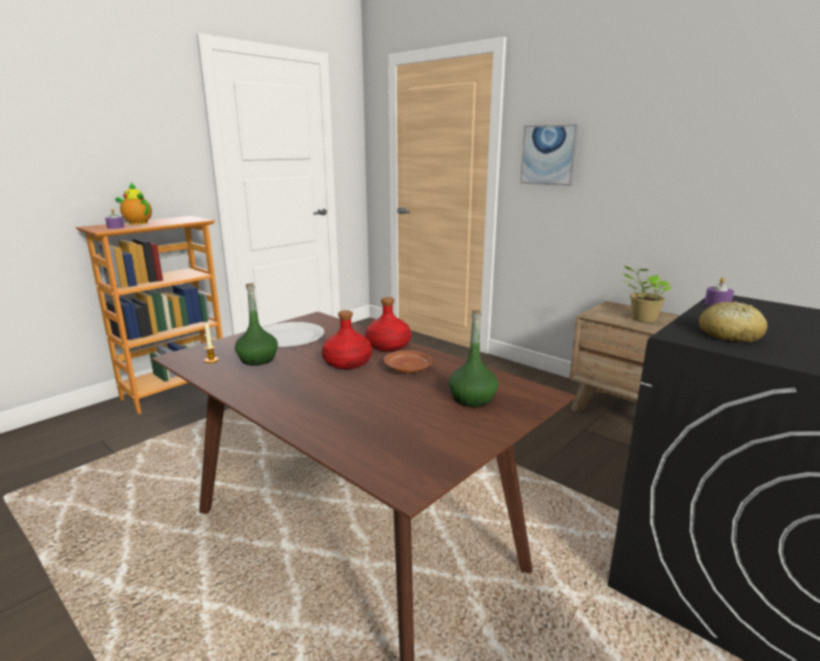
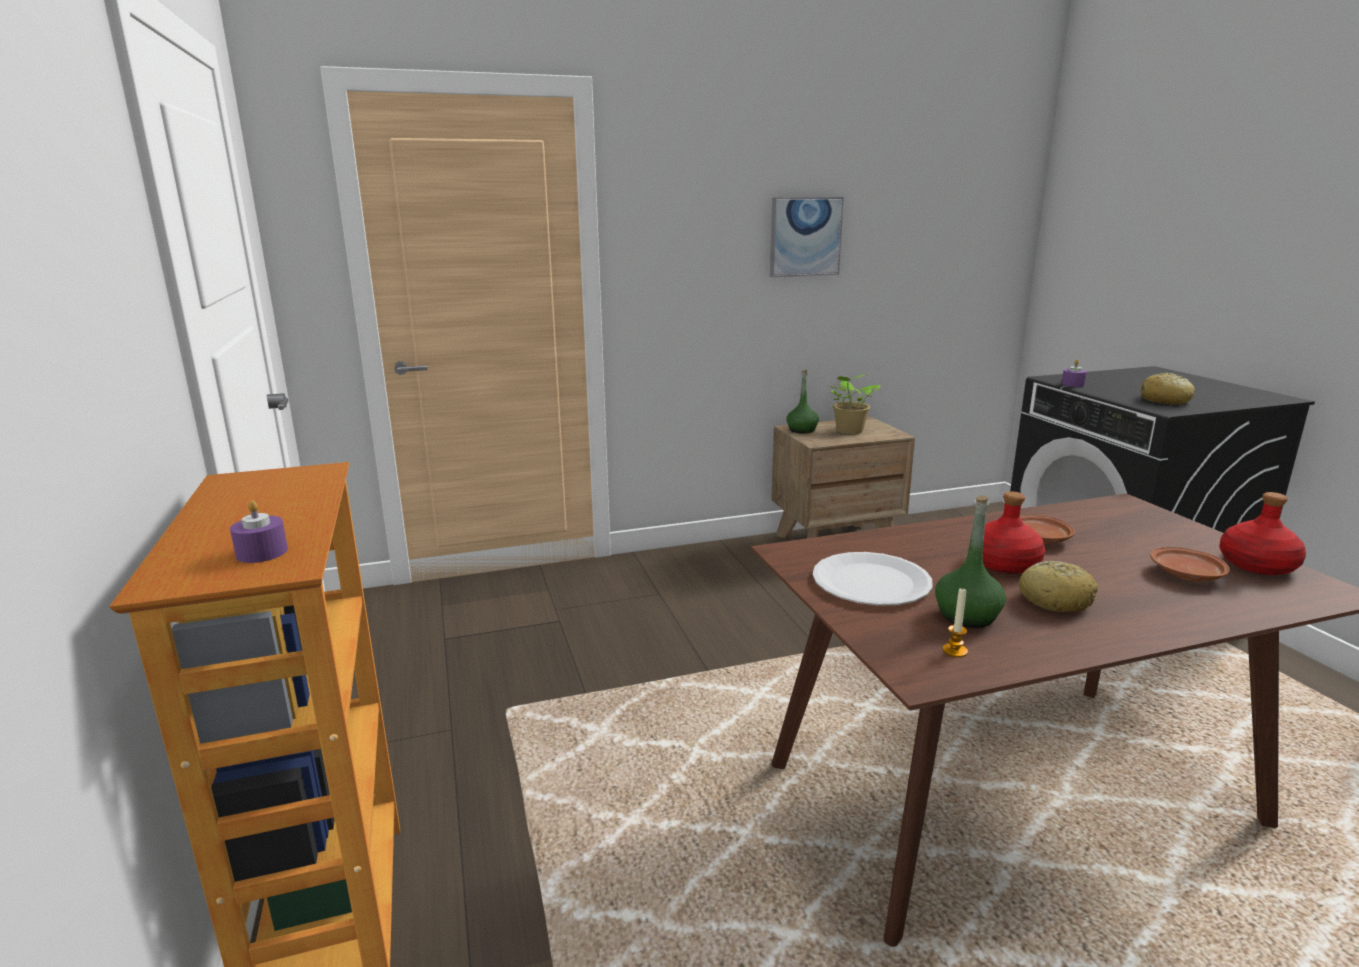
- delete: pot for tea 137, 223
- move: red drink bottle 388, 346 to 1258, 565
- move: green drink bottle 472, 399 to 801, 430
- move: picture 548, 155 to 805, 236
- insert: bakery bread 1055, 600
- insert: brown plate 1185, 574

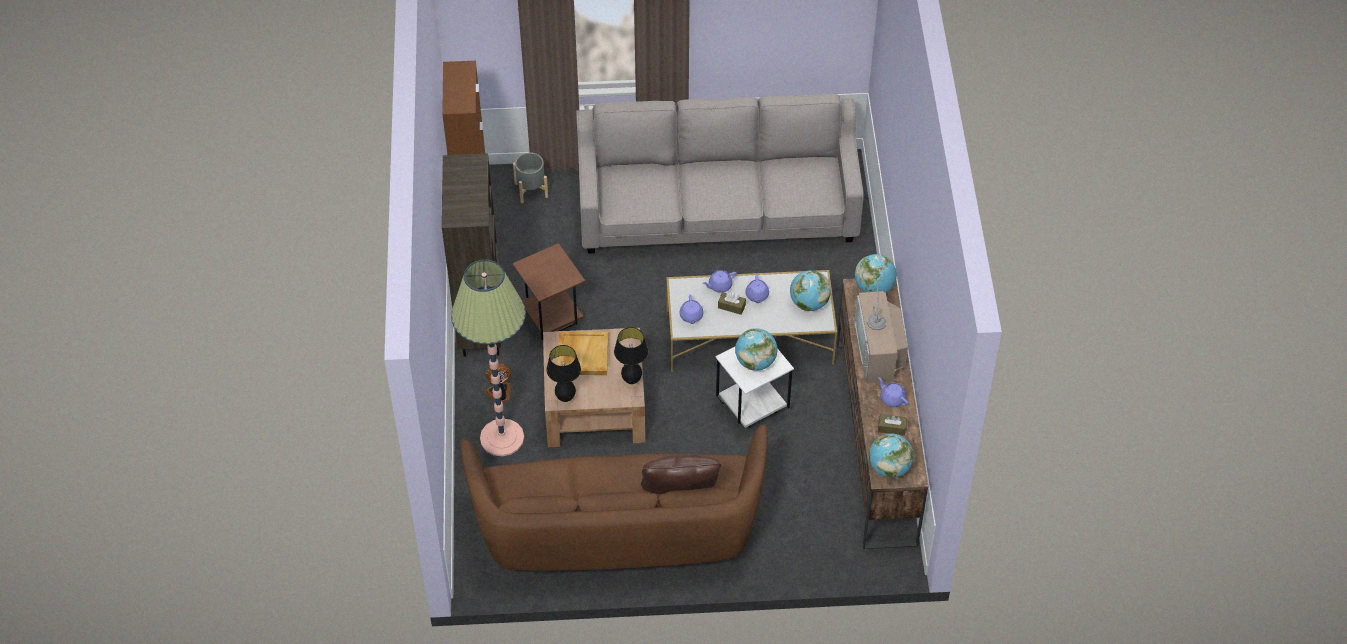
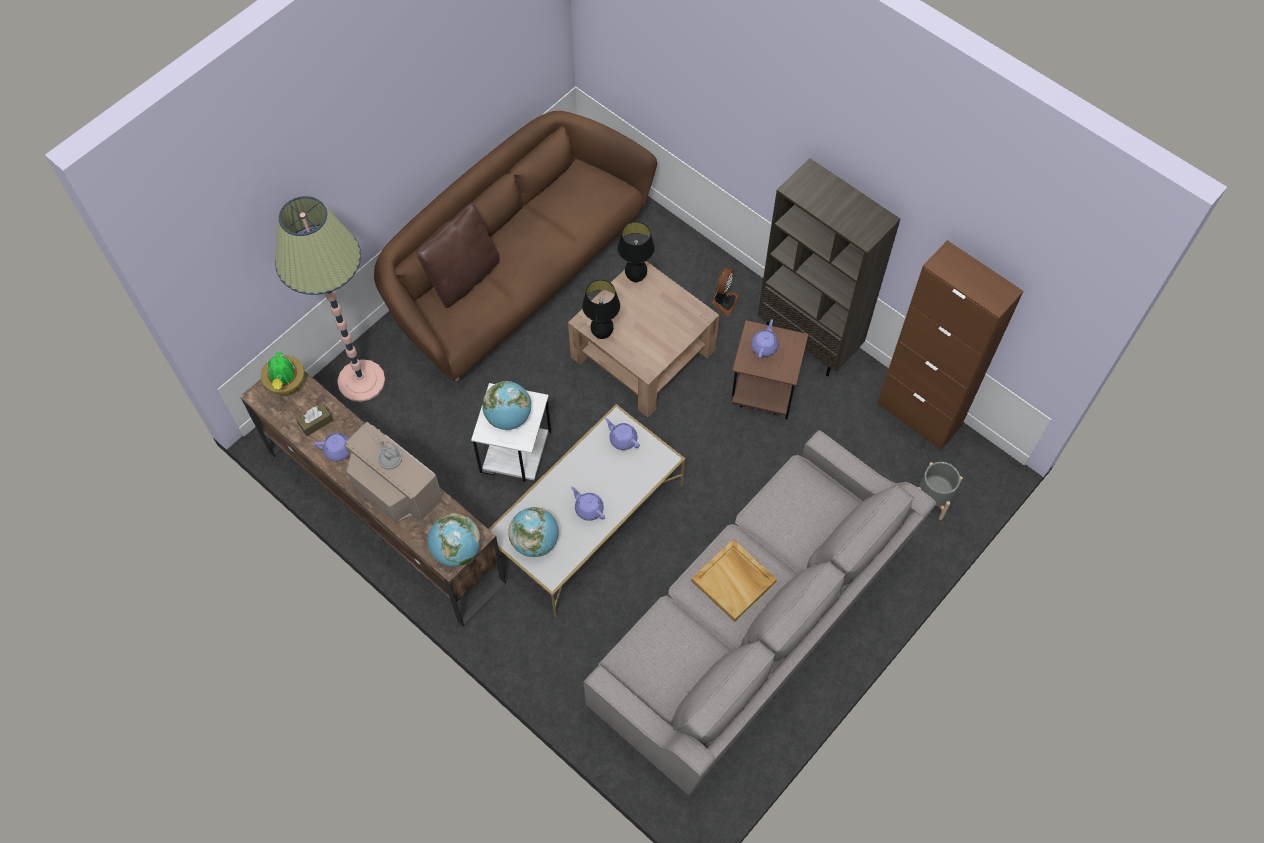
- move: standing lamp 502, 438 to 361, 381
- move: beige serving tray 582, 354 to 734, 581
- move: purple-coloured pot for tea 719, 286 to 764, 346
- delete: brown box of tissues 731, 306
- replace: world globe 889, 468 to houseplant 287, 385

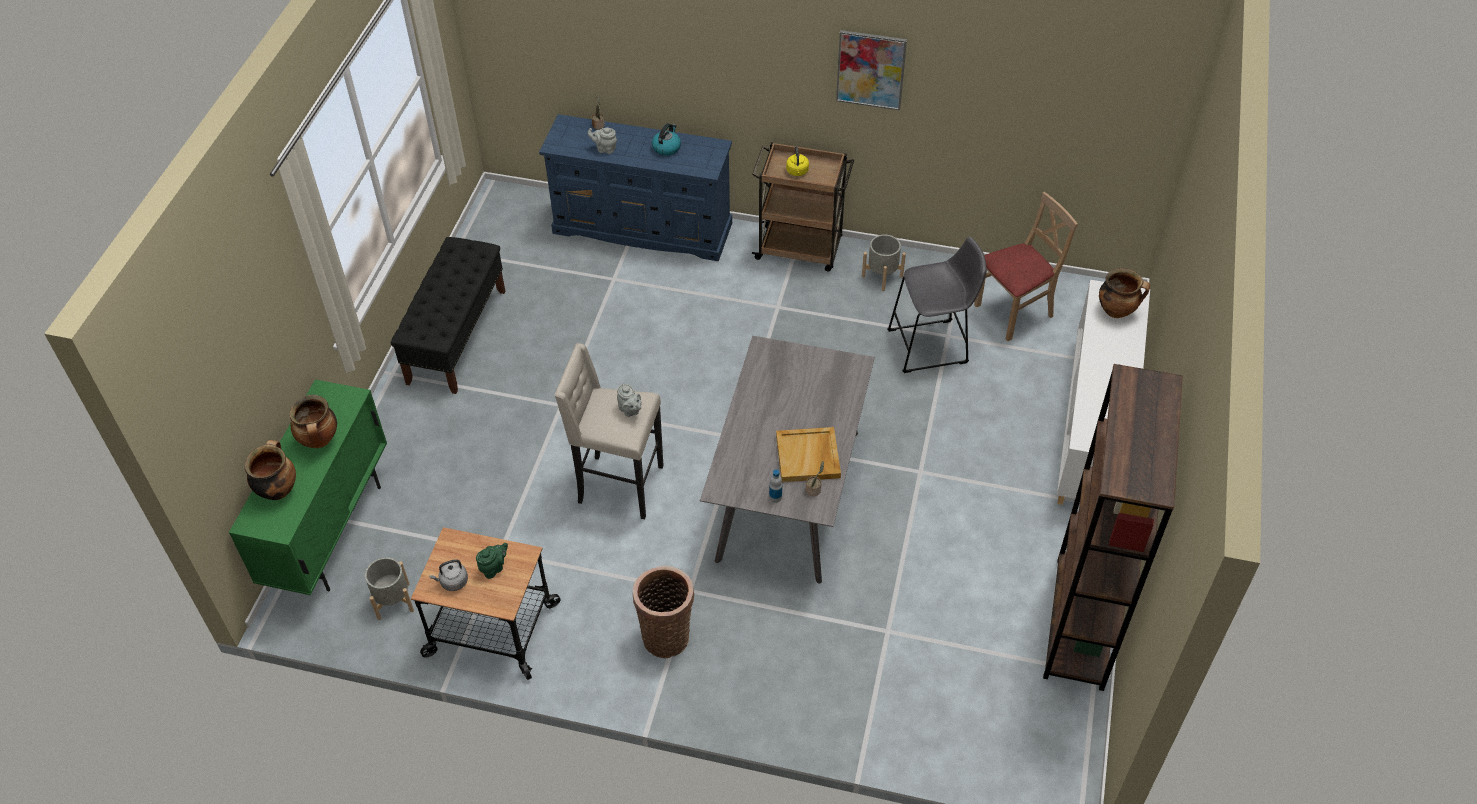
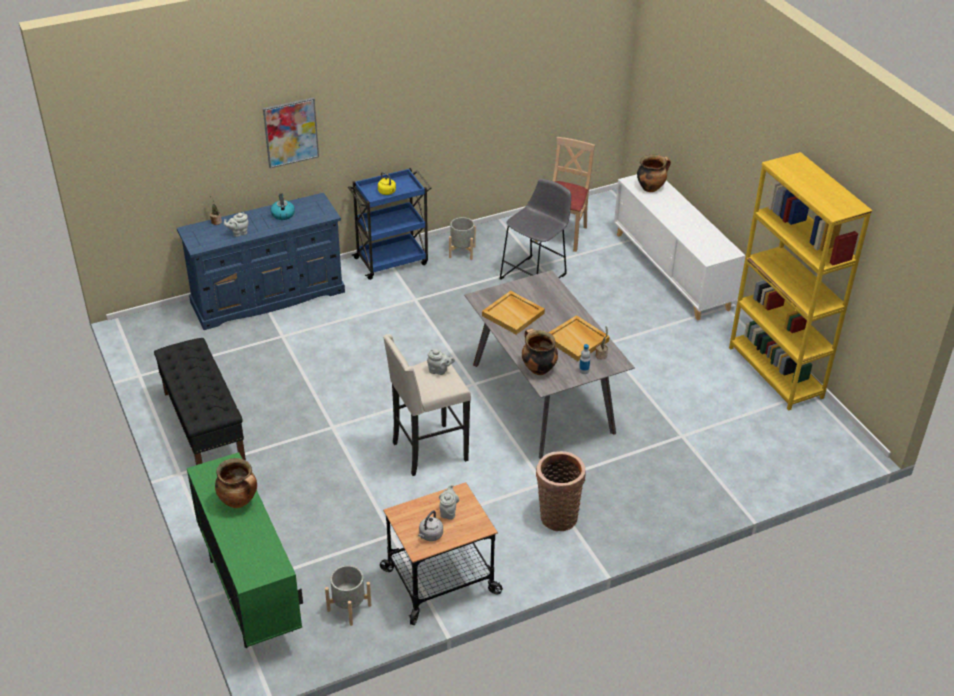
- move: stockpot 277, 489 to 538, 369
- recolor: green pot for tea 494, 568 to greyish pot for tea 448, 511
- recolor: brown cart 800, 249 to bluish cart 392, 260
- move: picture 871, 69 to 291, 132
- recolor: brown bookcase 1079, 623 to yellow bookcase 775, 372
- insert: beige serving tray 513, 314

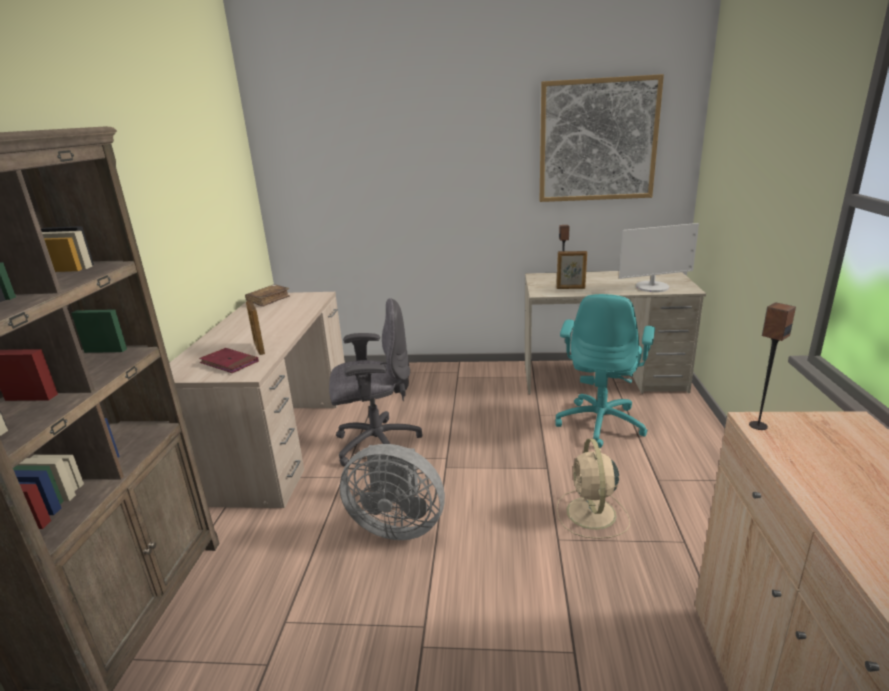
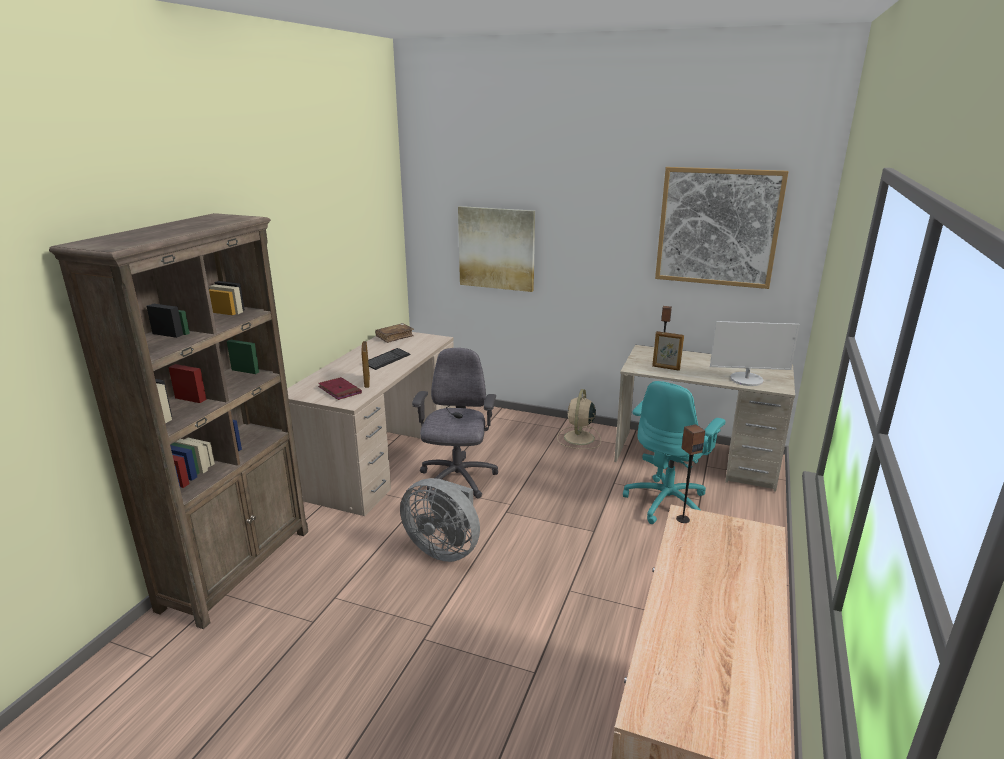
- rotate: greyish desk chair 376, 444 = 457, 480 90 degrees counterclockwise
- move: beige fan 591, 514 to 578, 438
- insert: PC keyboard 387, 360
- insert: picture 496, 248

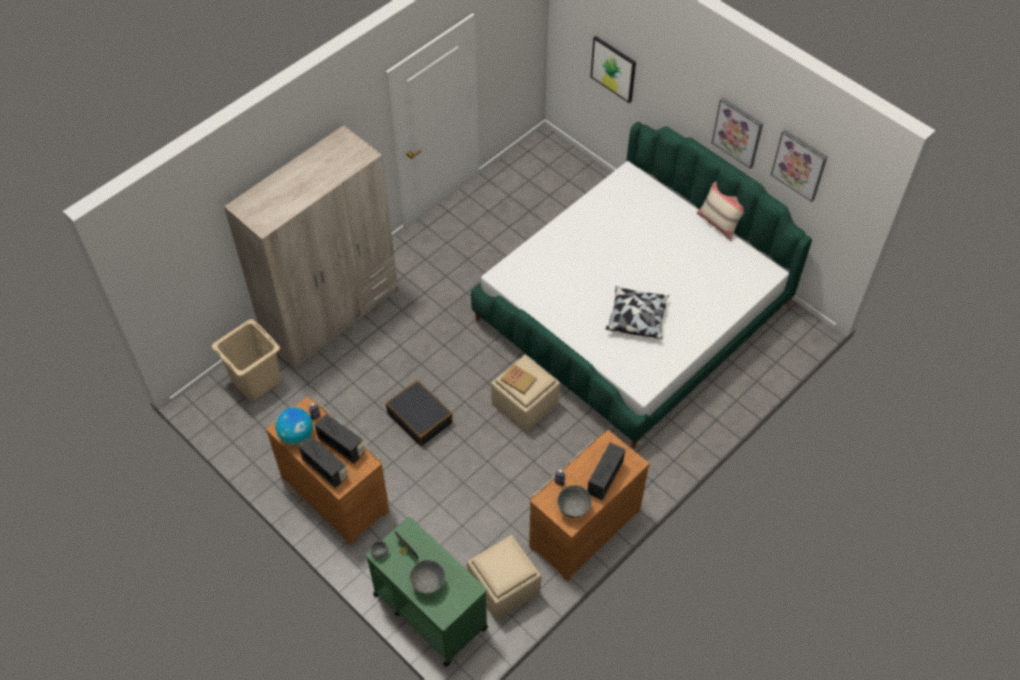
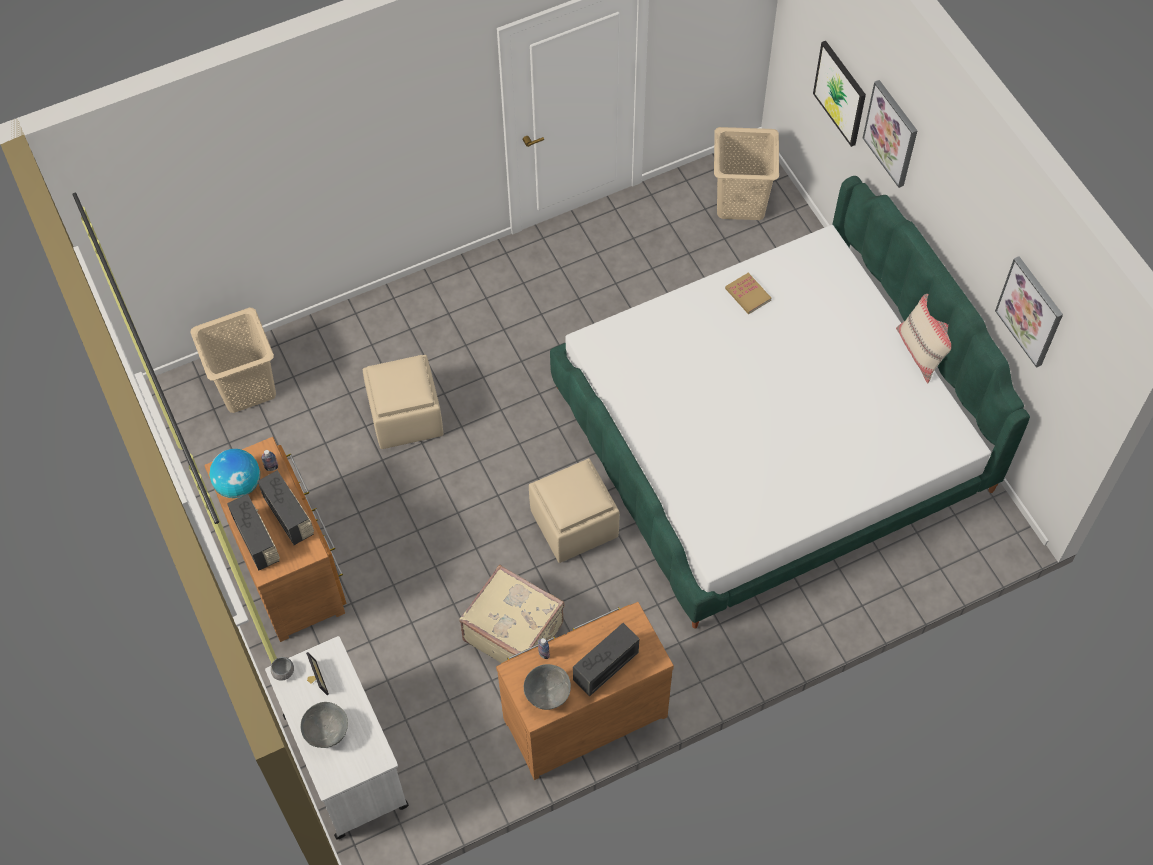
- delete: beige armoire 332, 314
- recolor: green cart 429, 610 to white-coloured cart 345, 759
- delete: black-coloured piece of luggage 420, 418
- move: beige ottoman 503, 587 to 405, 416
- move: bound book 518, 380 to 748, 294
- delete: pillow 636, 318
- move: picture 737, 132 to 891, 133
- insert: beige piece of luggage 514, 630
- insert: beige laundry basket 740, 201

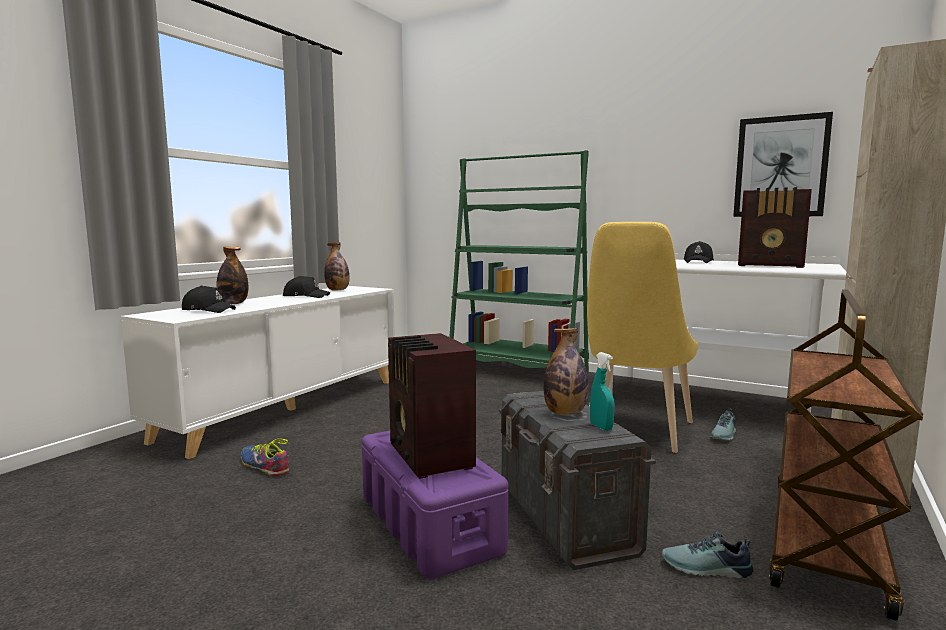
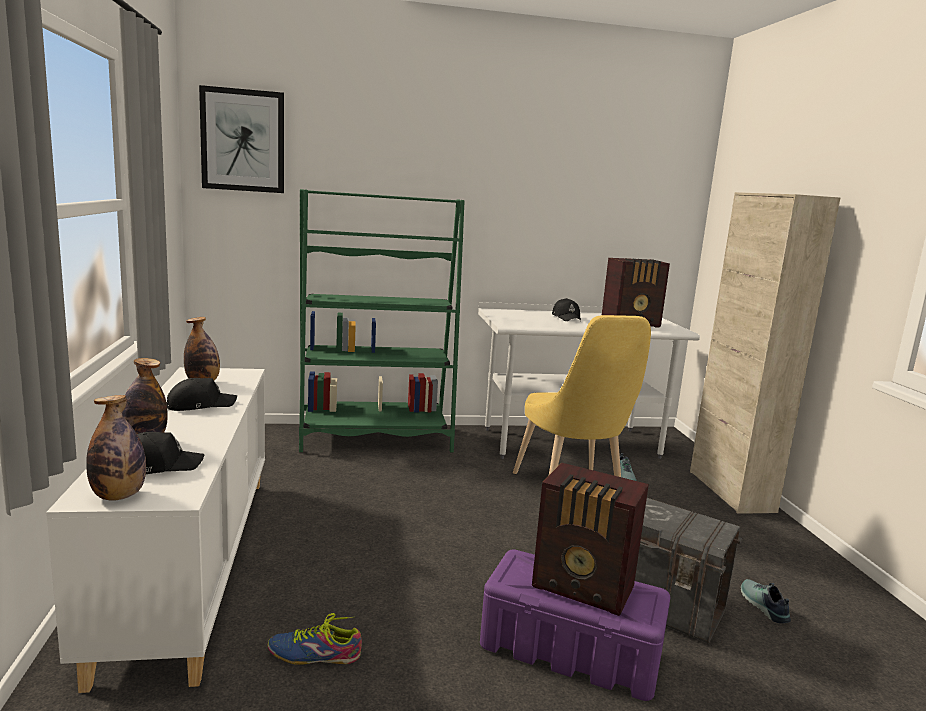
- move: drink bottle 565, 413 to 118, 496
- delete: turquoise hand sprayer 601, 427
- rotate: item of footwear 706, 569 = 762, 606 105 degrees clockwise
- move: picture 780, 167 to 243, 140
- delete: brown cart 827, 545

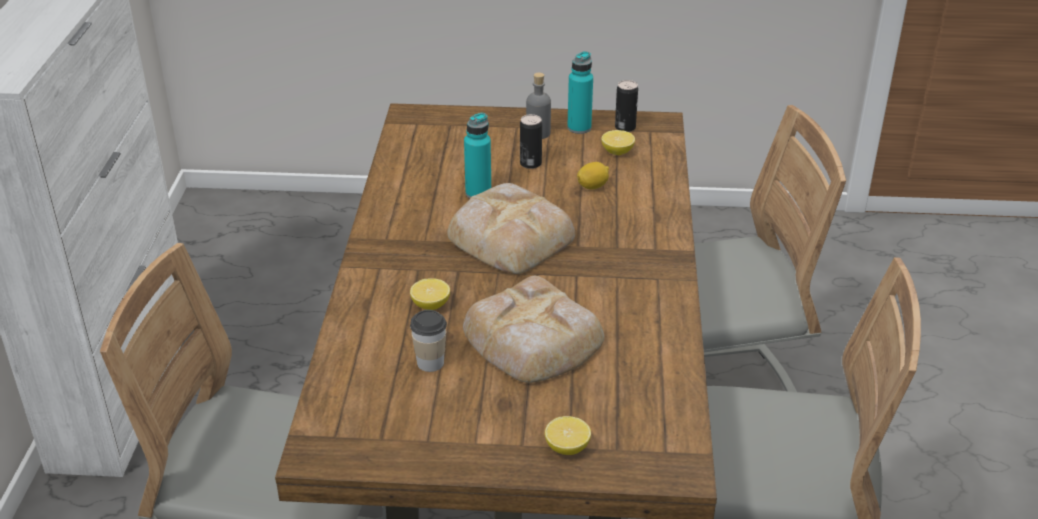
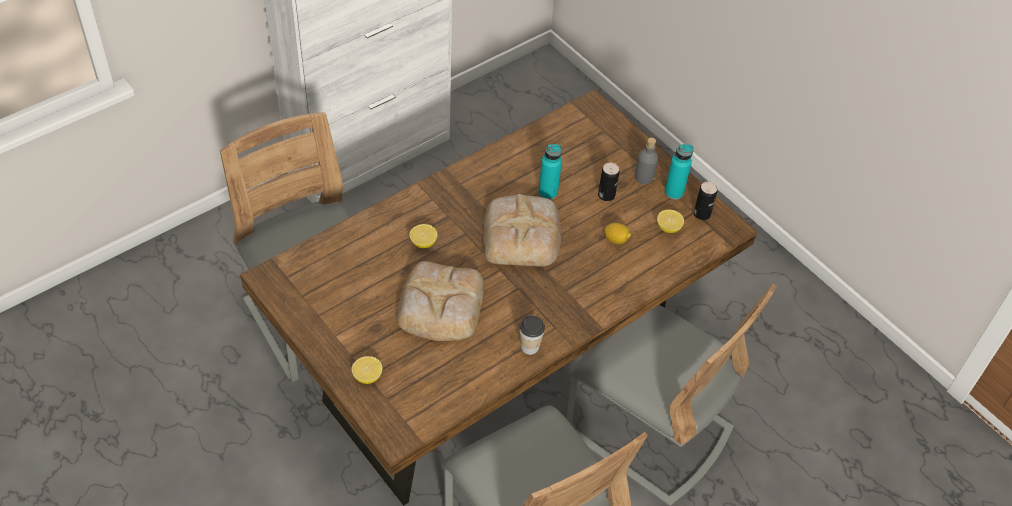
- move: small cup 430, 363 to 530, 346

